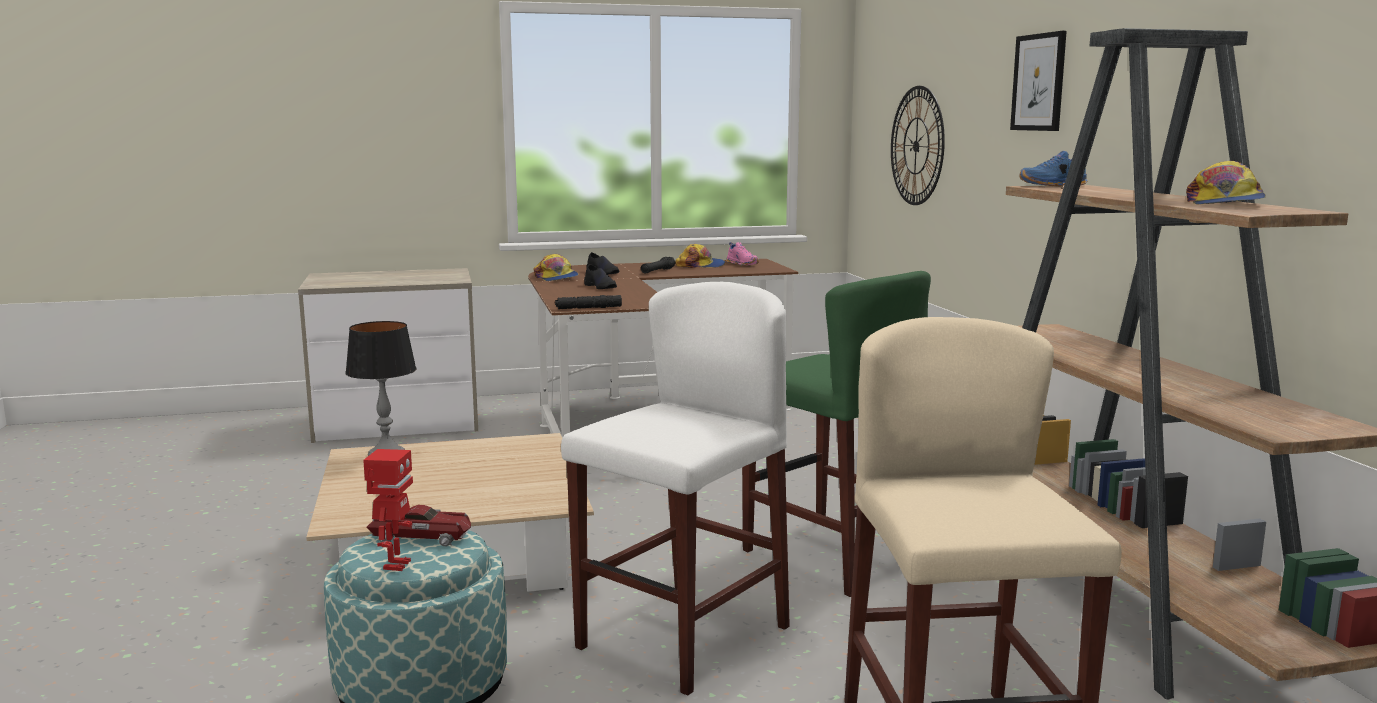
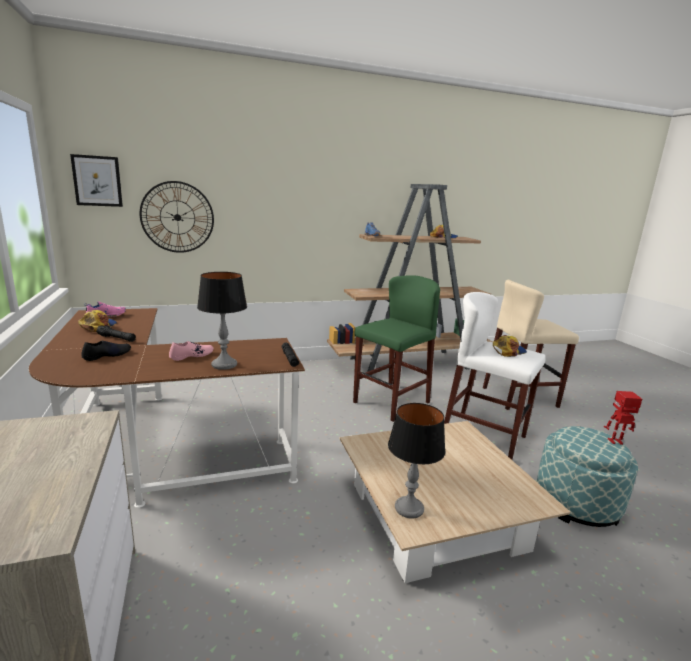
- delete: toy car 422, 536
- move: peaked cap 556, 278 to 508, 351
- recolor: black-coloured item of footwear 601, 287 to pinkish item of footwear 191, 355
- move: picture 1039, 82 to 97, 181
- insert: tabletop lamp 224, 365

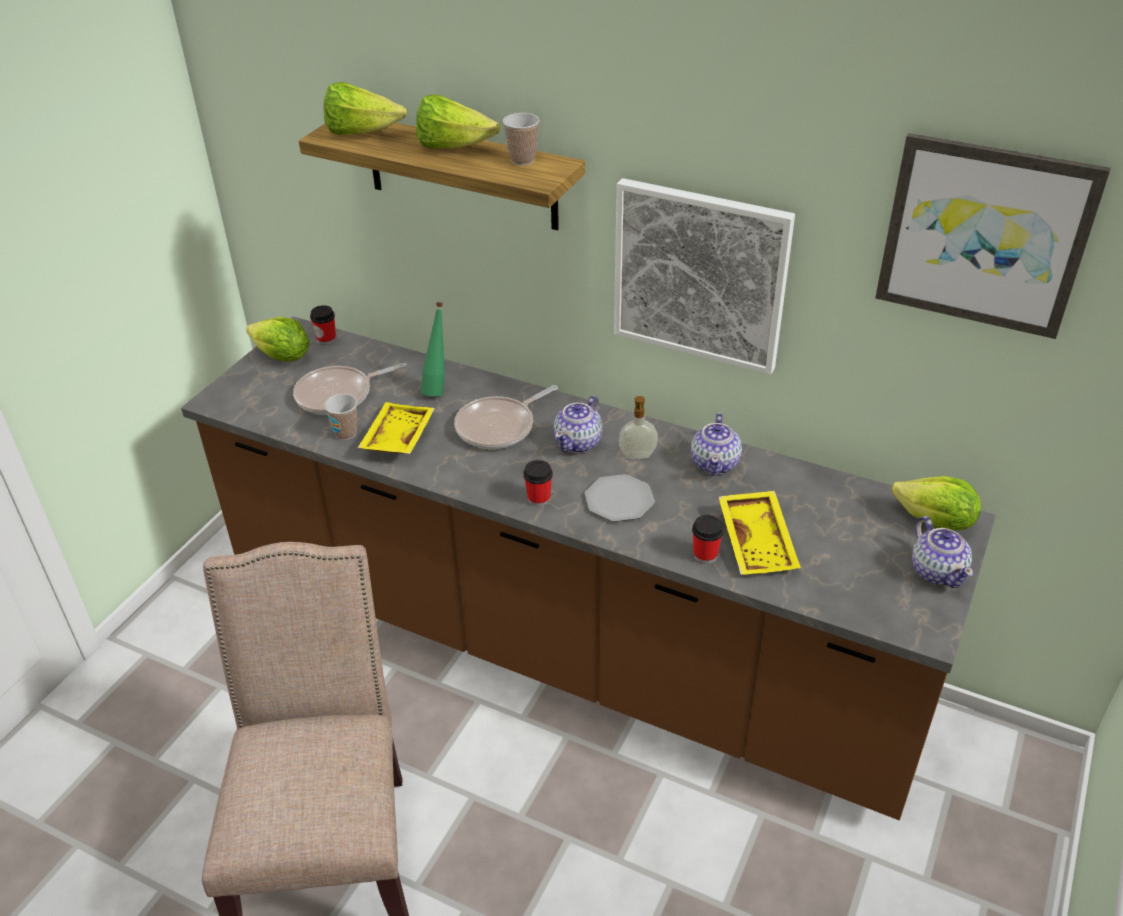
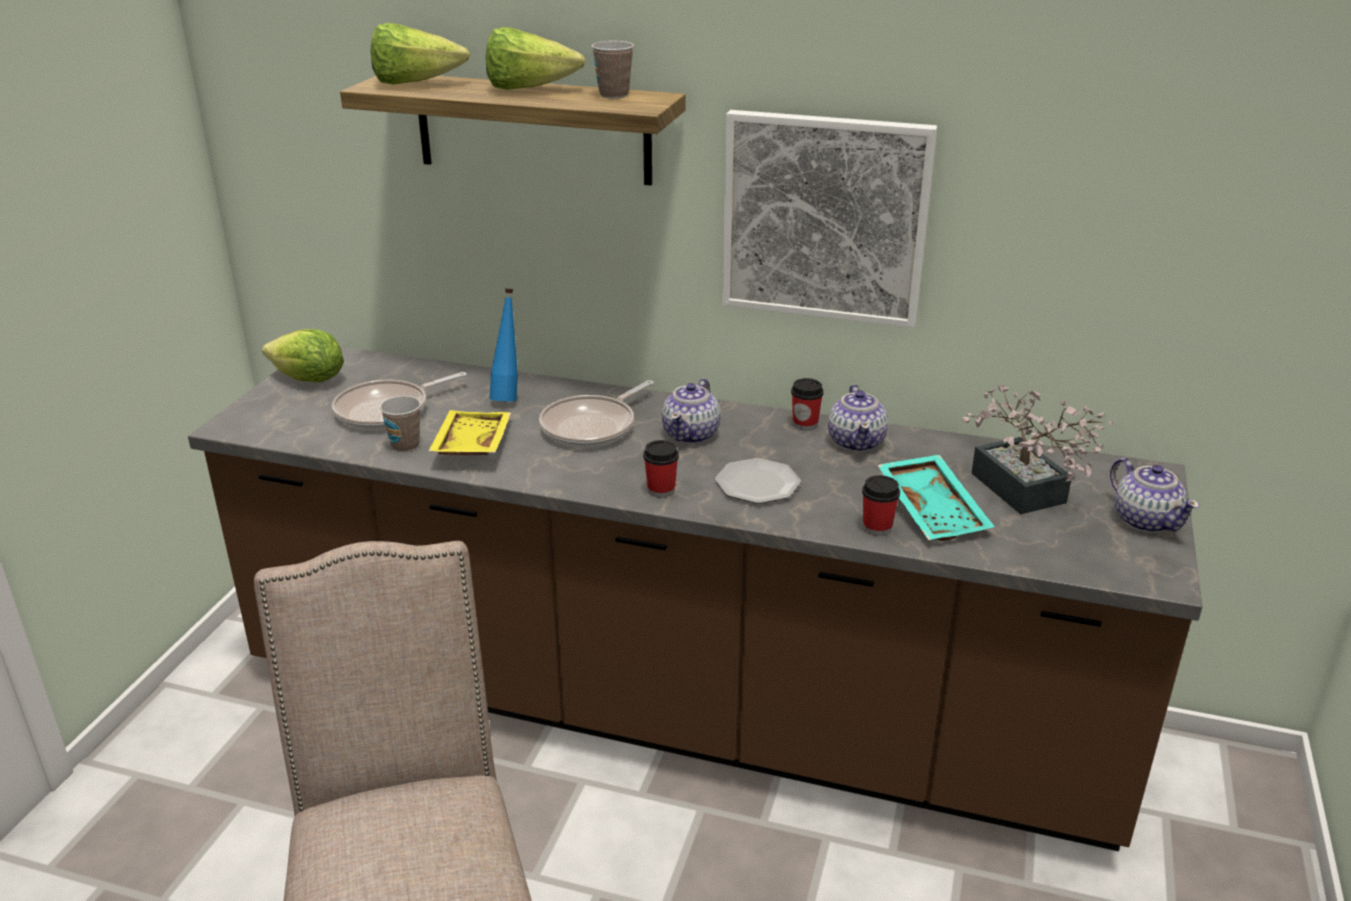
- move: small cup 326, 339 to 805, 424
- recolor: green drink bottle 438, 388 to bluish drink bottle 508, 396
- delete: liquid soap bottle 637, 456
- recolor: yellow serving tray 758, 542 to turquoise serving tray 934, 510
- delete: picture 984, 235
- delete: head of lettuce 935, 522
- insert: houseplant 1024, 494

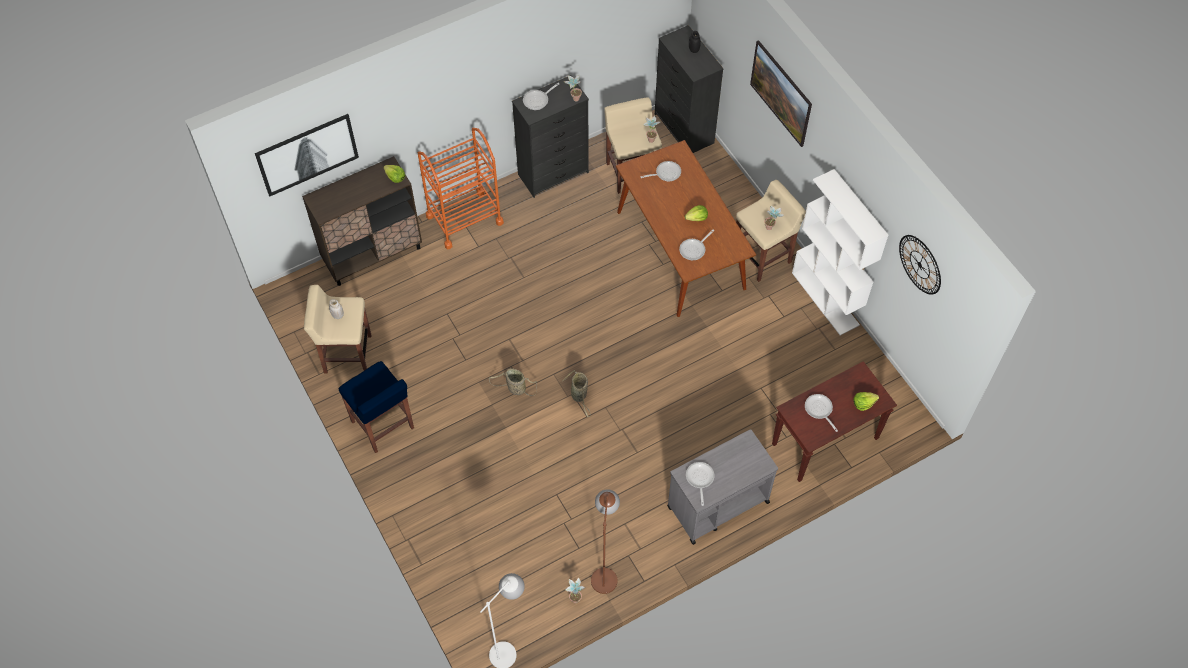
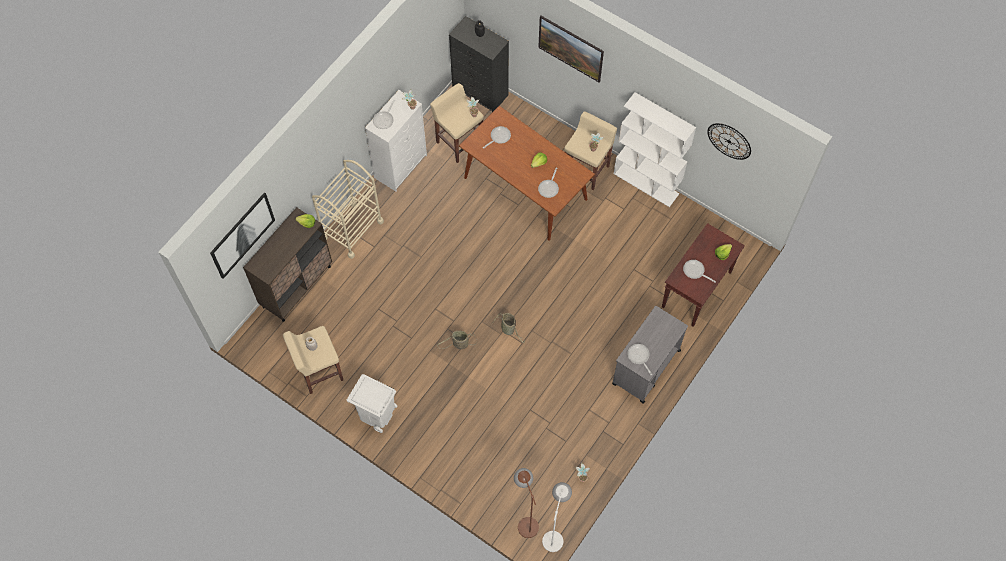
- replace: bluish sitting stool 383, 425 to white-coloured rubbish bin 376, 414
- recolor: orange cart 464, 219 to beige cart 352, 229
- recolor: black-coloured dresser 554, 173 to white-coloured dresser 401, 166
- move: brown standing lamp 604, 571 to 525, 520

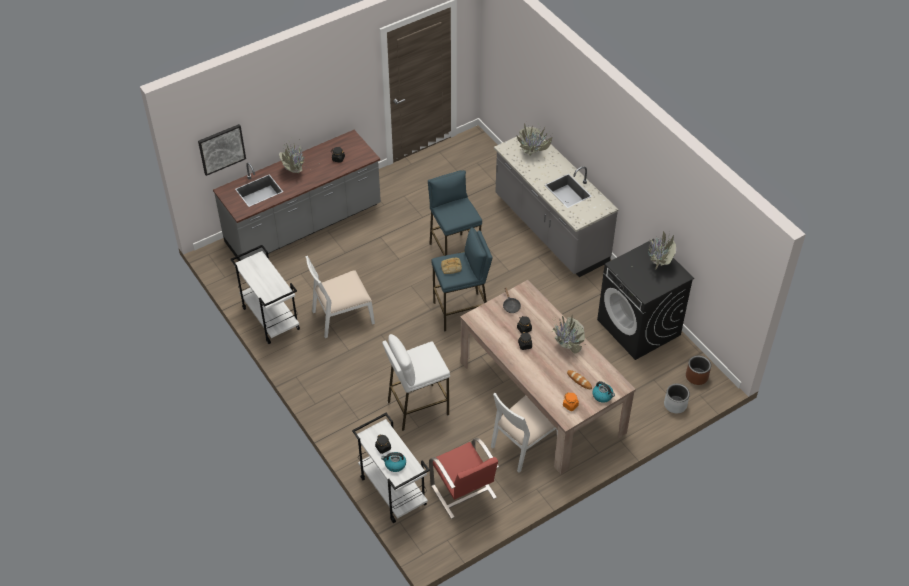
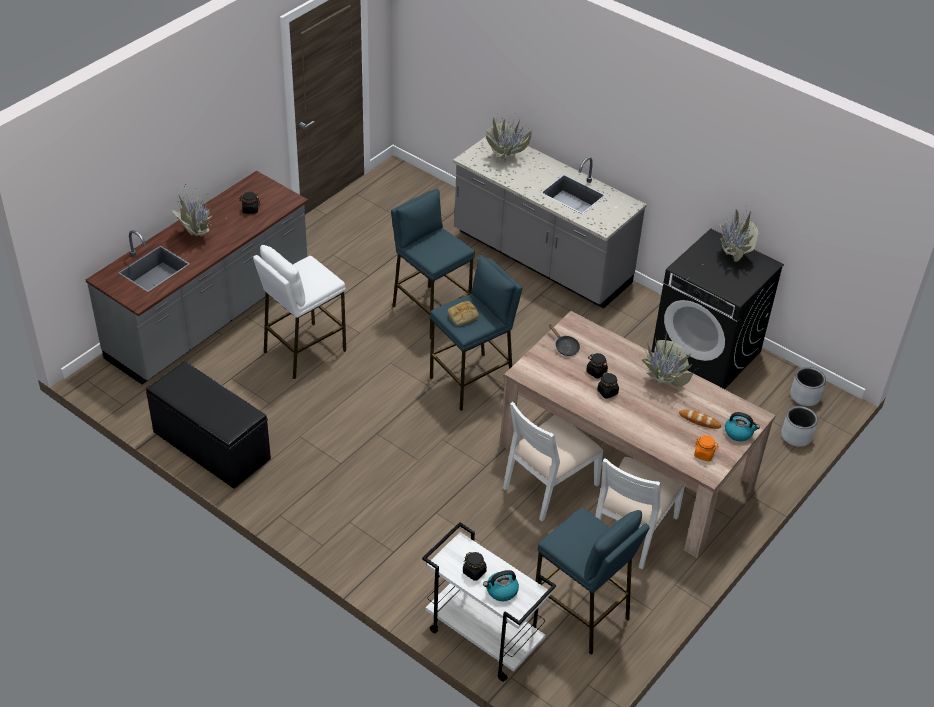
- delete: picture 221, 149
- replace: white-coloured cart 270, 318 to black-coloured long seat 211, 446
- move: white-coloured plain chair 342, 316 to 549, 485
- move: white-coloured sitting stool 417, 407 to 303, 351
- replace: red plain chair 463, 492 to bluish sitting stool 581, 614
- recolor: brown flower pot 696, 376 to greyish flower pot 805, 396

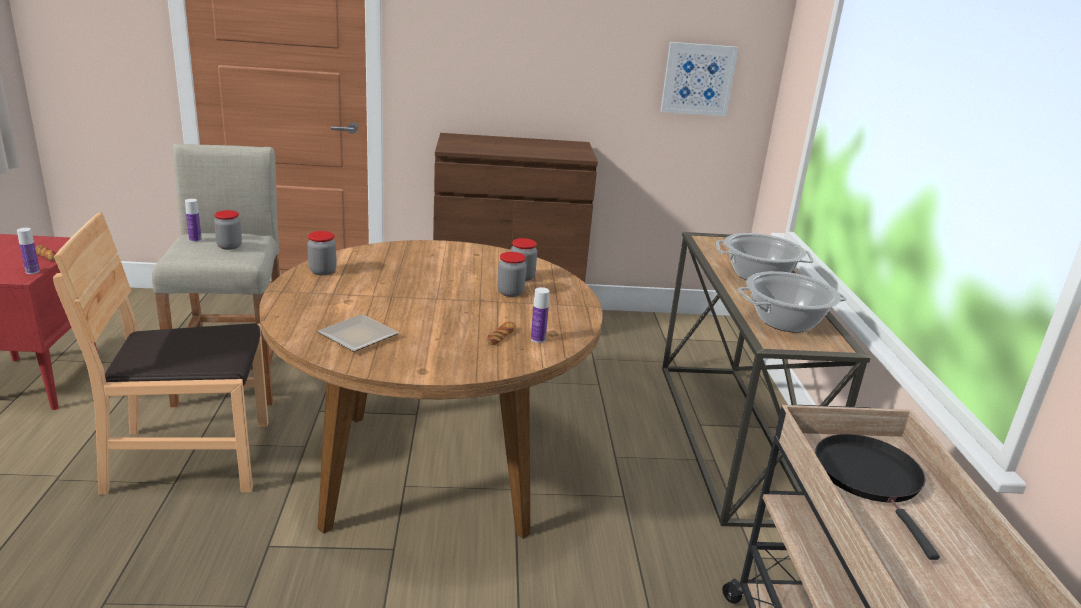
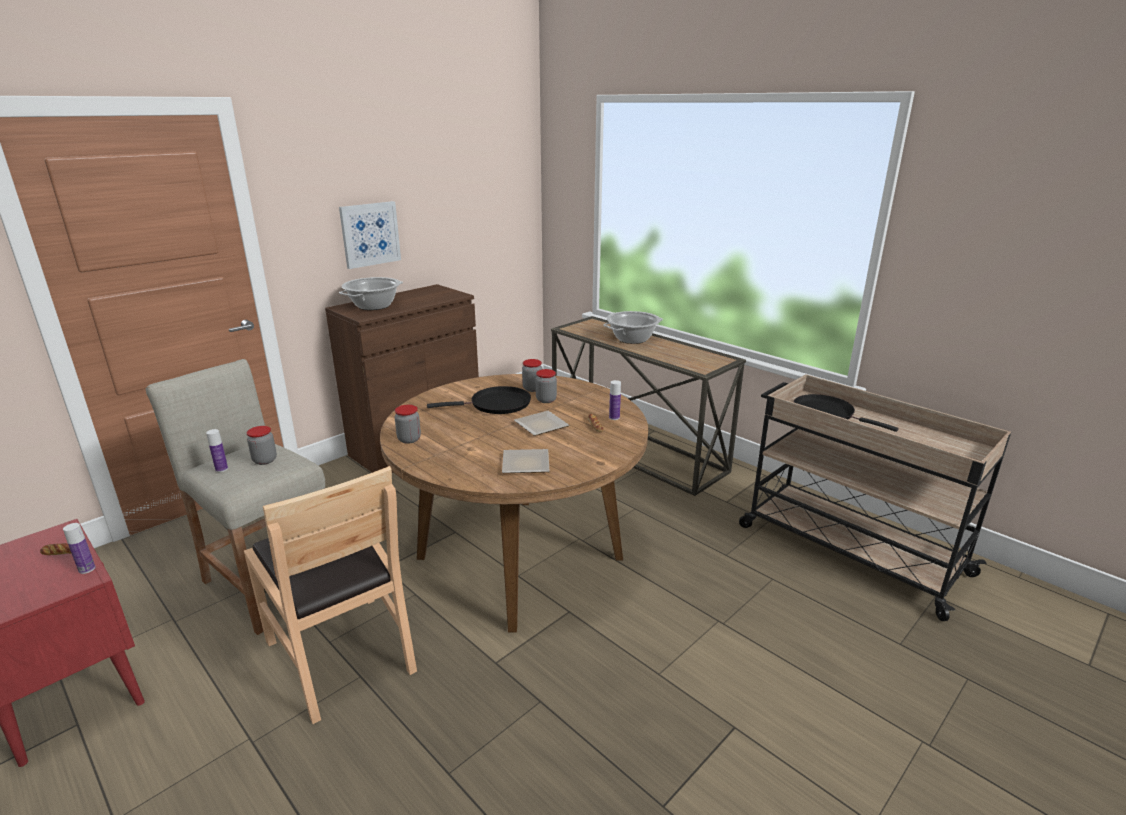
- rotate: brown plain chair 190, 457 = 342, 654 75 degrees counterclockwise
- move: picture 698, 79 to 370, 234
- move: stockpot 785, 322 to 374, 306
- insert: black-coloured frying pan 496, 405
- insert: plate 543, 426

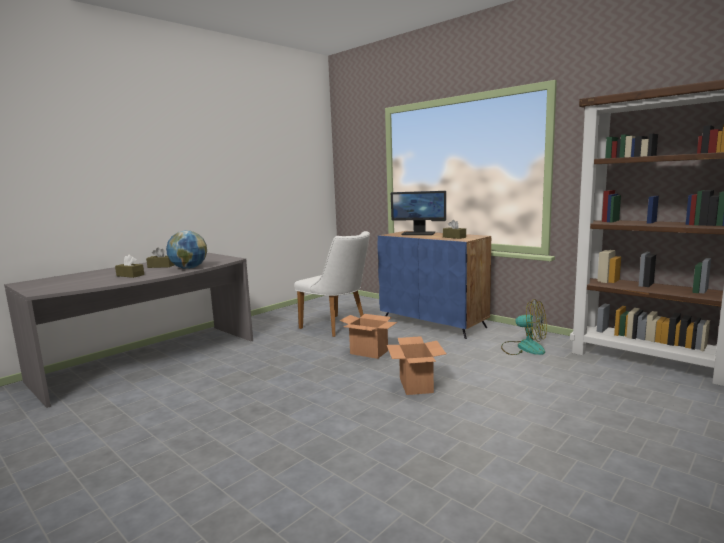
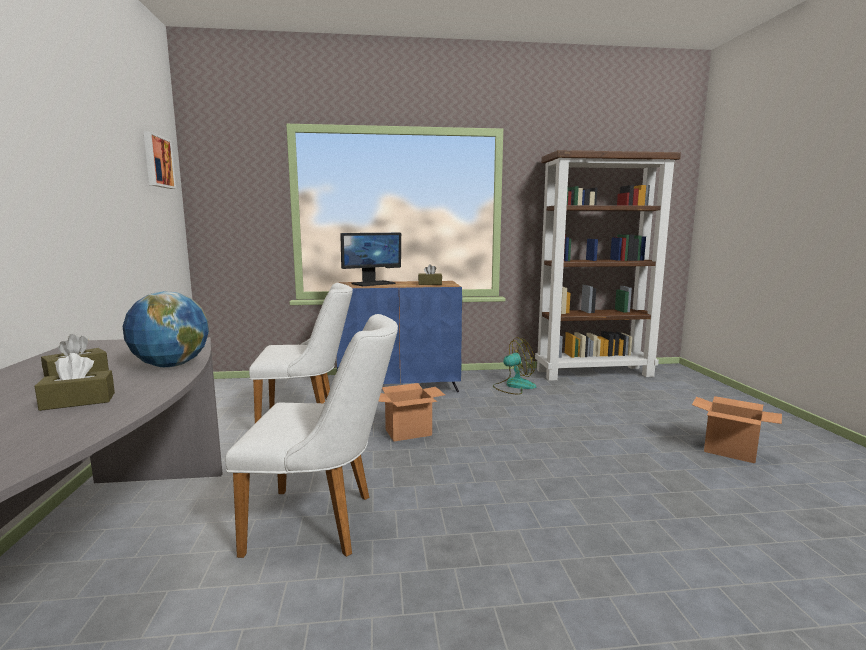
- move: carton 416, 386 to 731, 451
- insert: picture 157, 161
- insert: white-coloured plain chair 324, 522

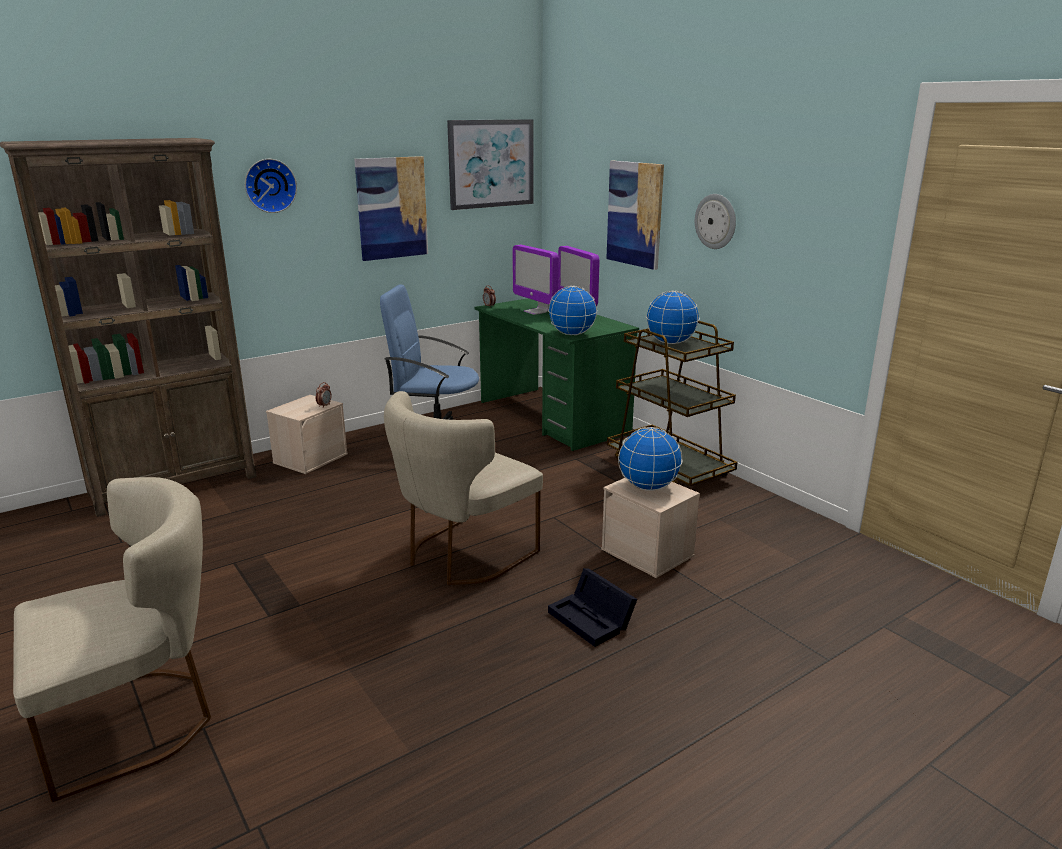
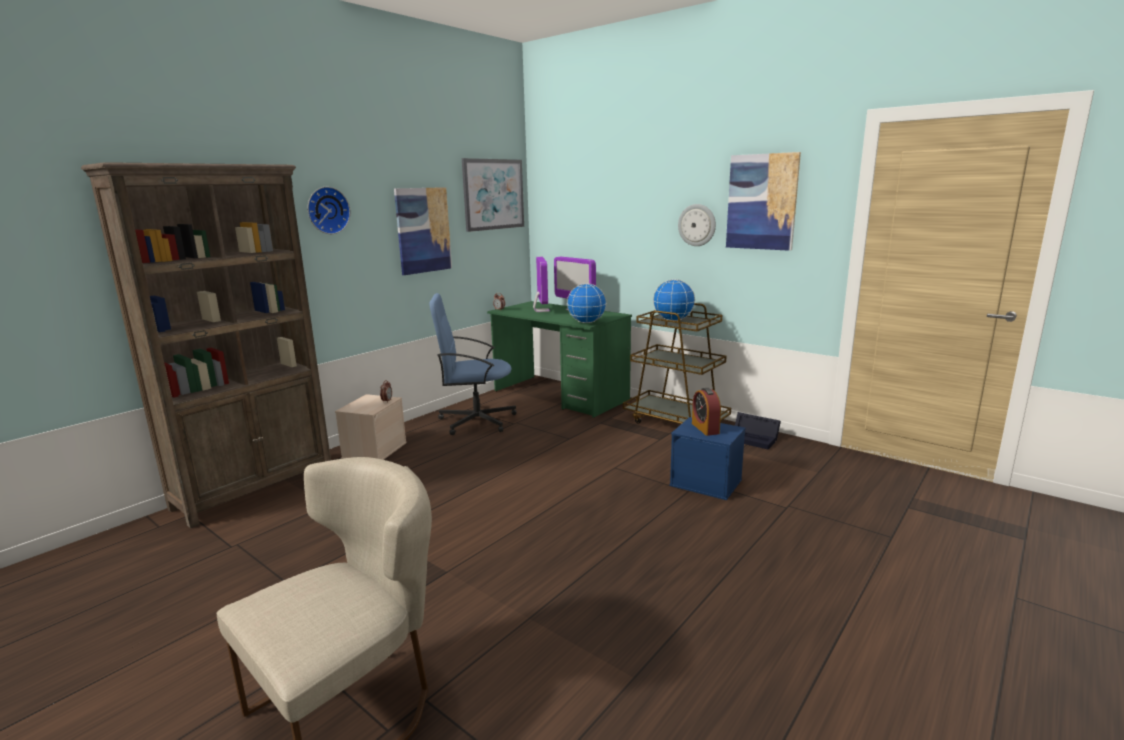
- delete: beige plain chair 462, 556
- rotate: computer screen 536, 312 = 541, 310 135 degrees counterclockwise
- move: black-coloured storage box 593, 619 to 754, 439
- recolor: beige storage box 648, 552 to bluish storage box 707, 482
- move: picture 635, 214 to 762, 202
- replace: world globe 648, 487 to alarm clock 705, 428

